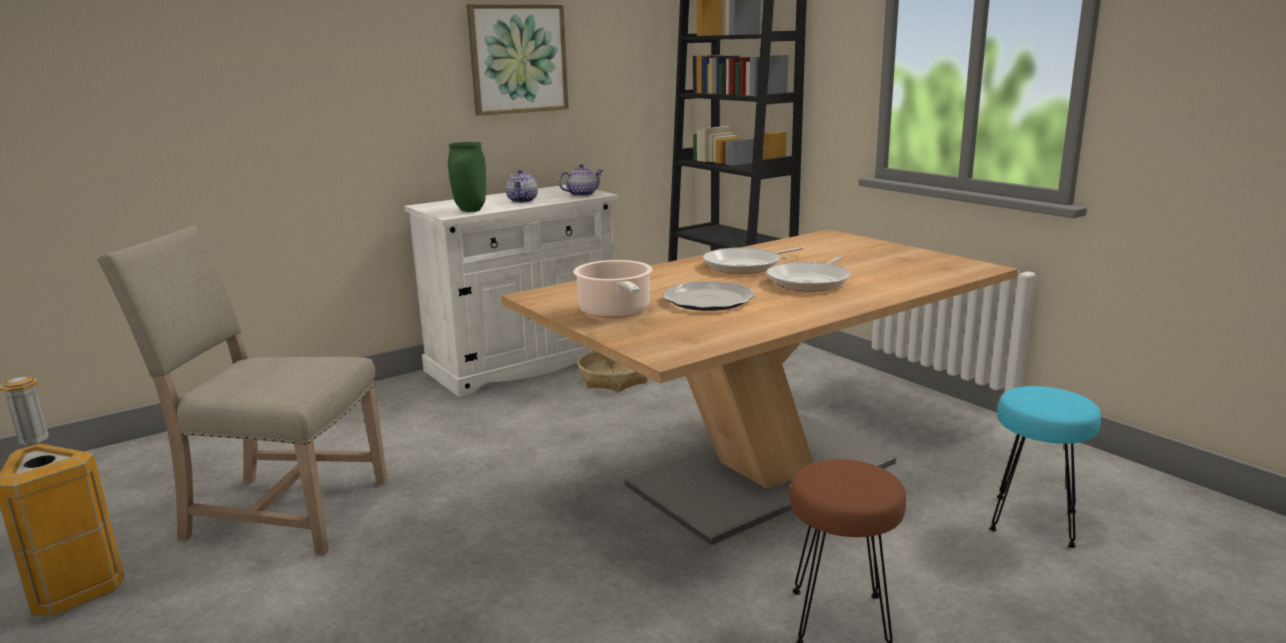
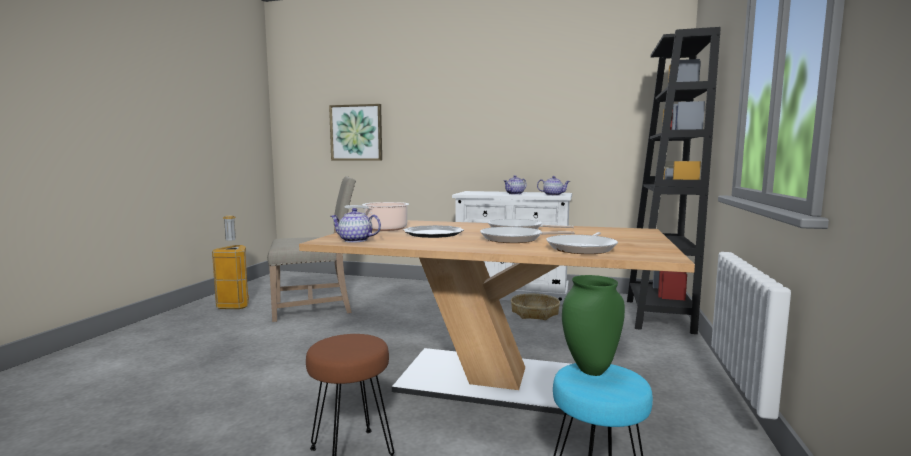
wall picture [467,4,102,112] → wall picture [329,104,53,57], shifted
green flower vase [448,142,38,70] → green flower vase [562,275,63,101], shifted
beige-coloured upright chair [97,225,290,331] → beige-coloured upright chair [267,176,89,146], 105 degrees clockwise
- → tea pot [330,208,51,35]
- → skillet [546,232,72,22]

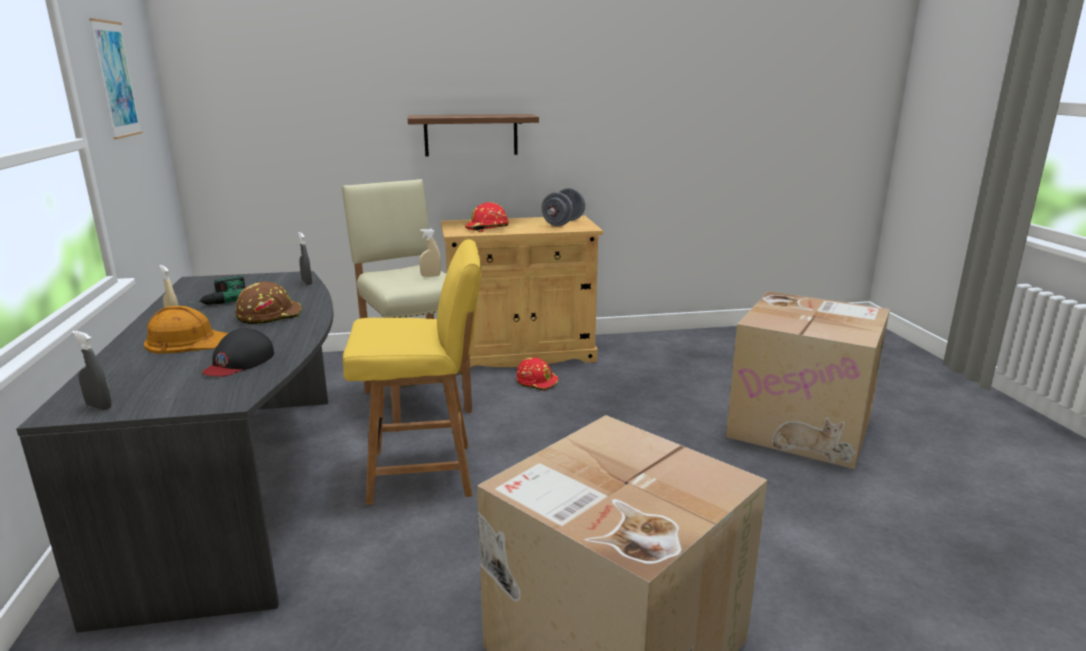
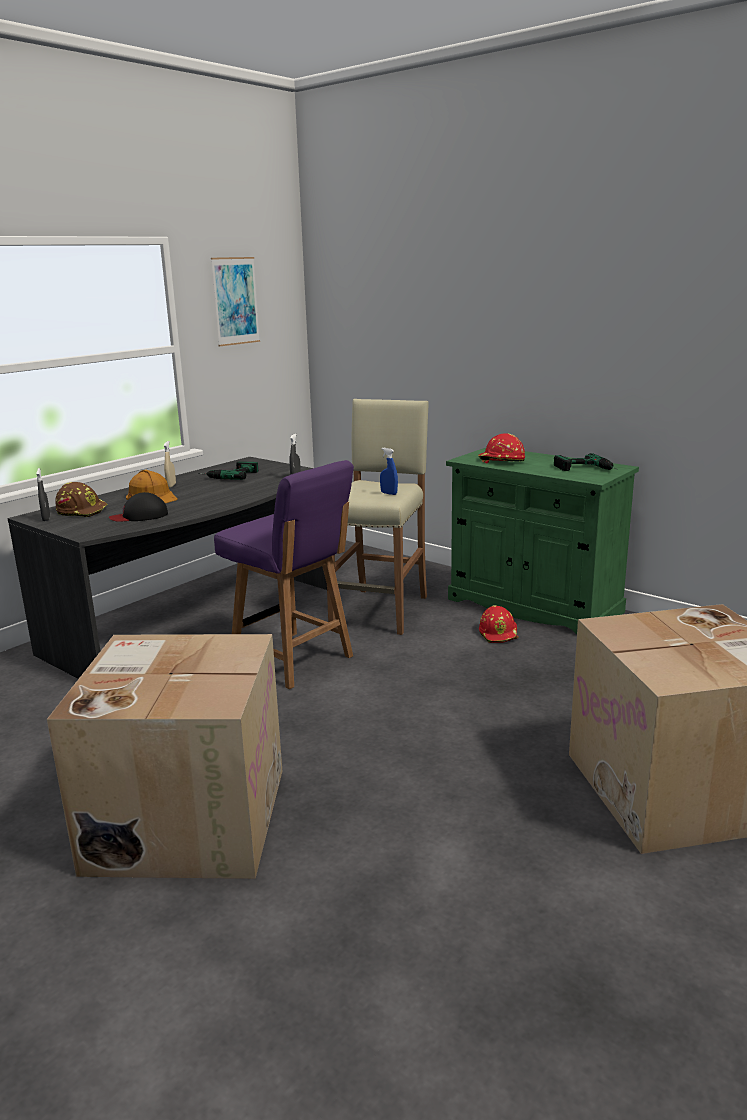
shelf [408,114,131,43] → -
gray free weight [541,188,44,38] → electric drill [554,453,63,18]
beige-coloured cabinet [441,216,162,151] → green cabinet [446,448,193,186]
beige-coloured hand sprayer [419,229,22,48] → blue-coloured hand sprayer [380,448,18,47]
yellow-coloured upright chair [343,239,138,266] → purple-coloured upright chair [214,460,140,229]
brown-coloured hard hat [235,282,67,42] → brown-coloured hard hat [55,482,52,35], shifted

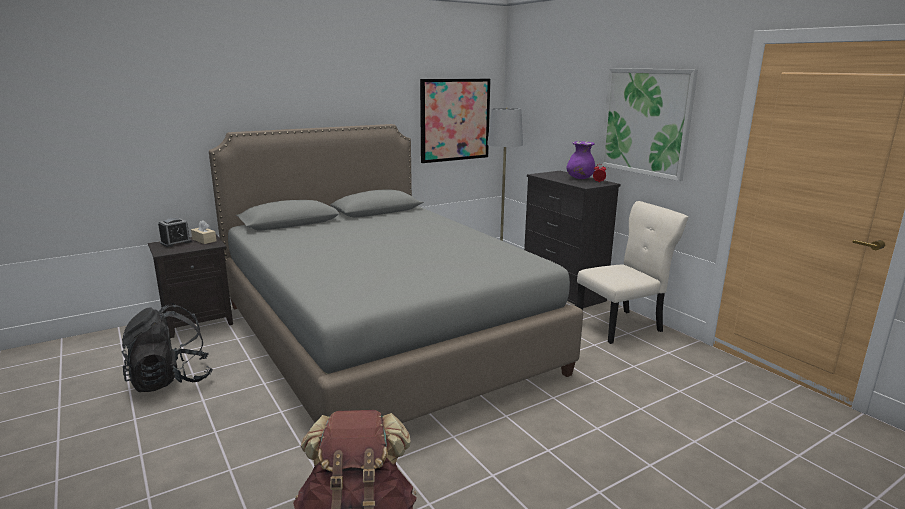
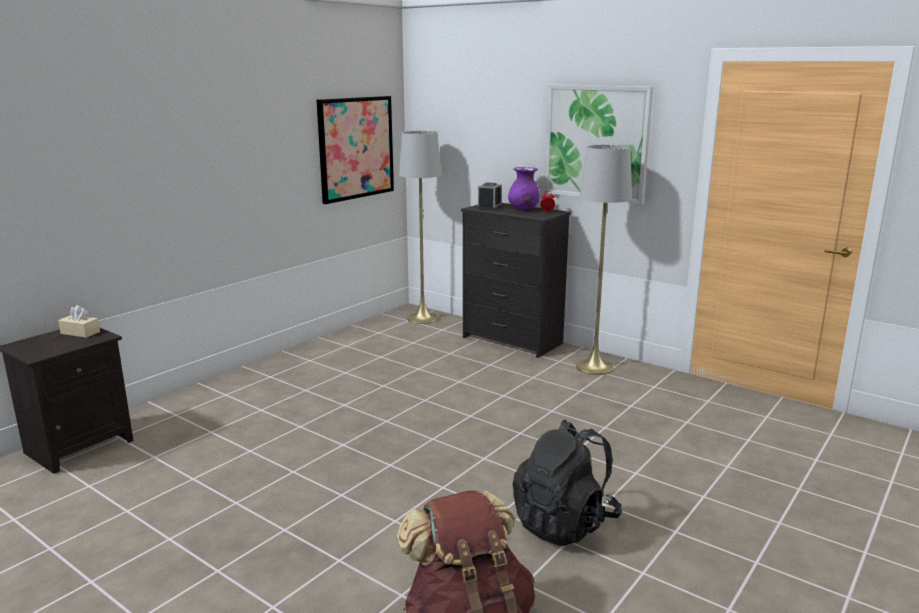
gray sleeping bed [209,124,374,299] → -
beige-coloured upright chair [577,201,111,143] → gray standing lamp [576,145,56,230]
table clock [158,218,34,29] → table clock [477,182,25,28], shifted
blackish backpack [122,303,91,89] → blackish backpack [513,419,109,127], shifted

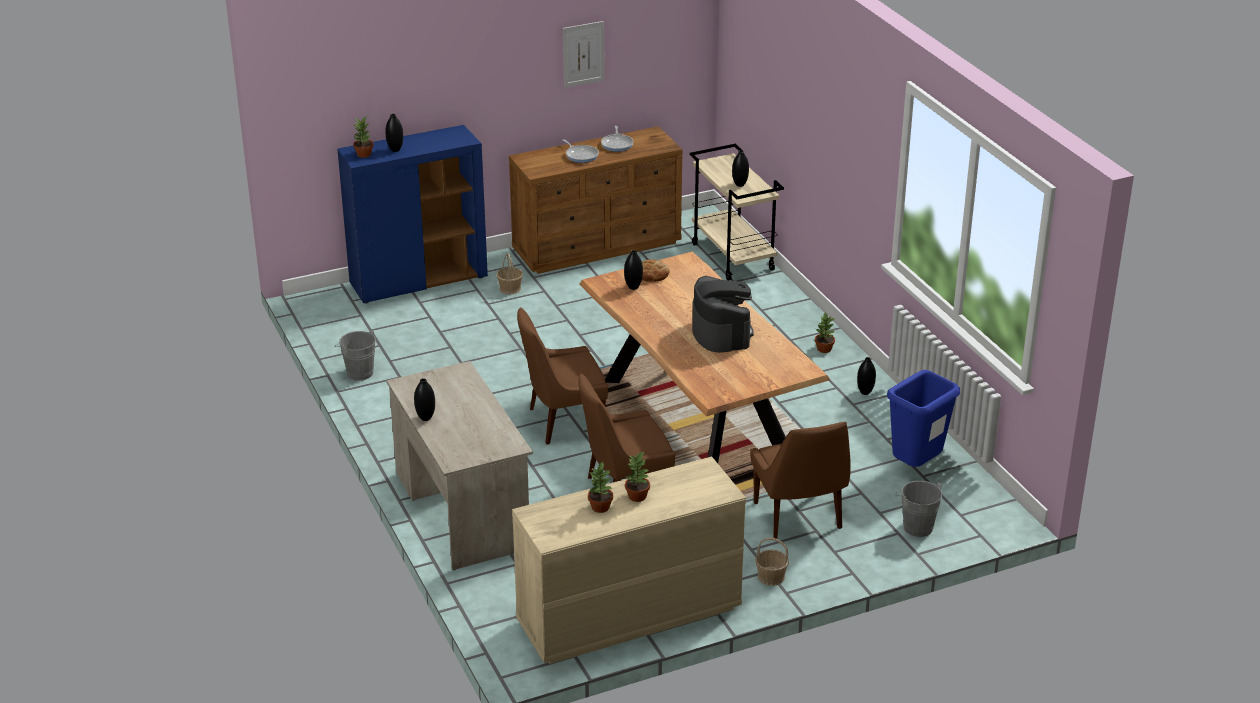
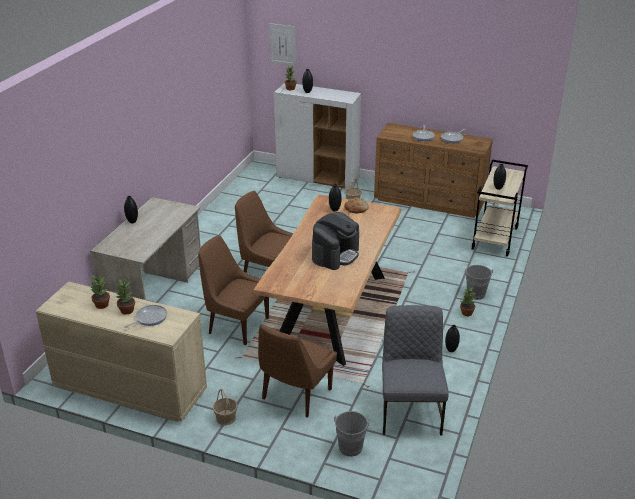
wall picture [563,21,41,67] → wall picture [269,23,27,43], shifted
blue-coloured cabinet [337,125,151,178] → white-coloured cabinet [274,83,87,106]
gray pail [337,329,39,52] → gray pail [465,265,28,35], shifted
blue-coloured rubbish bin [887,370,73,97] → gray upright chair [382,305,67,130]
- → skillet [124,305,43,23]

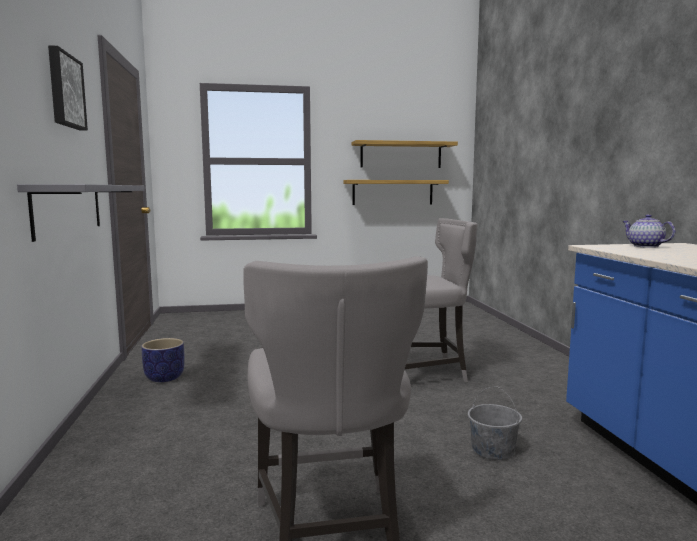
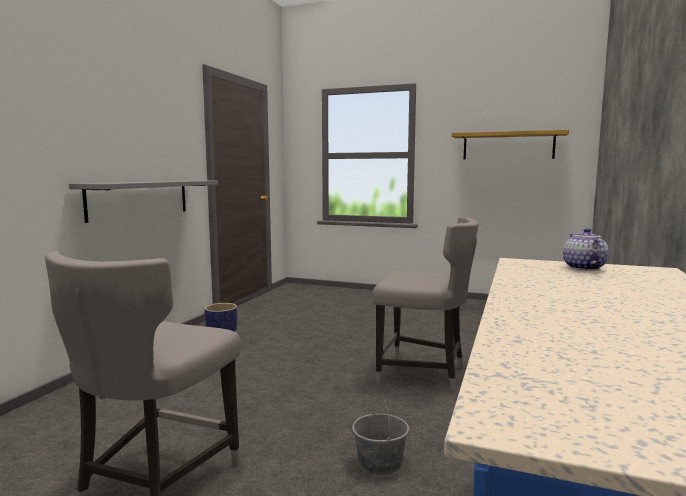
wall picture [48,45,40,86] → -
shelf [343,180,106,25] → -

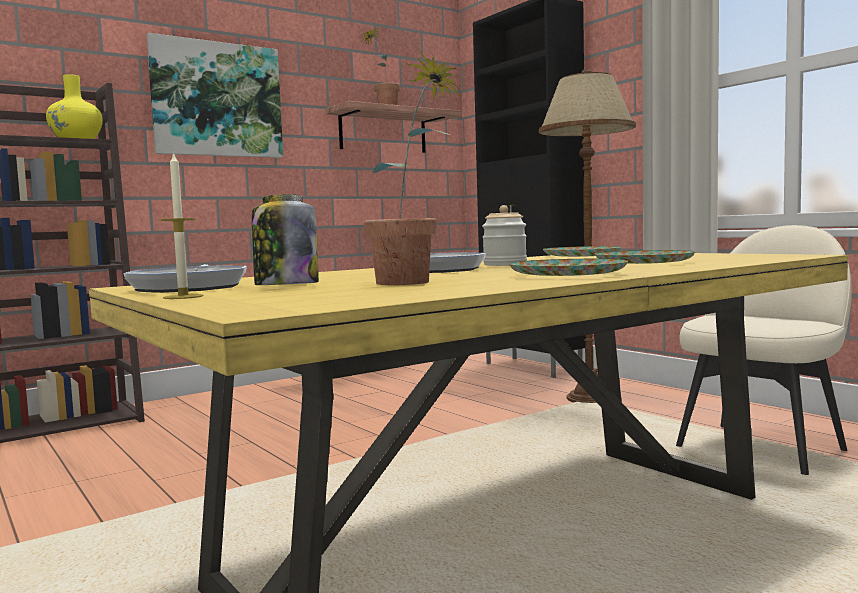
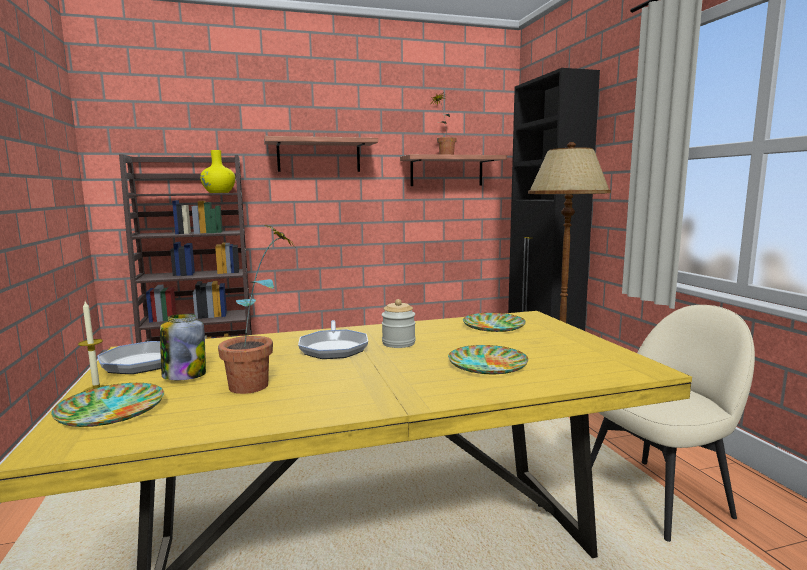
wall picture [147,33,136,125] → shelf [264,136,114,36]
dinner plate [509,259,119,17] → dinner plate [51,383,113,44], shifted

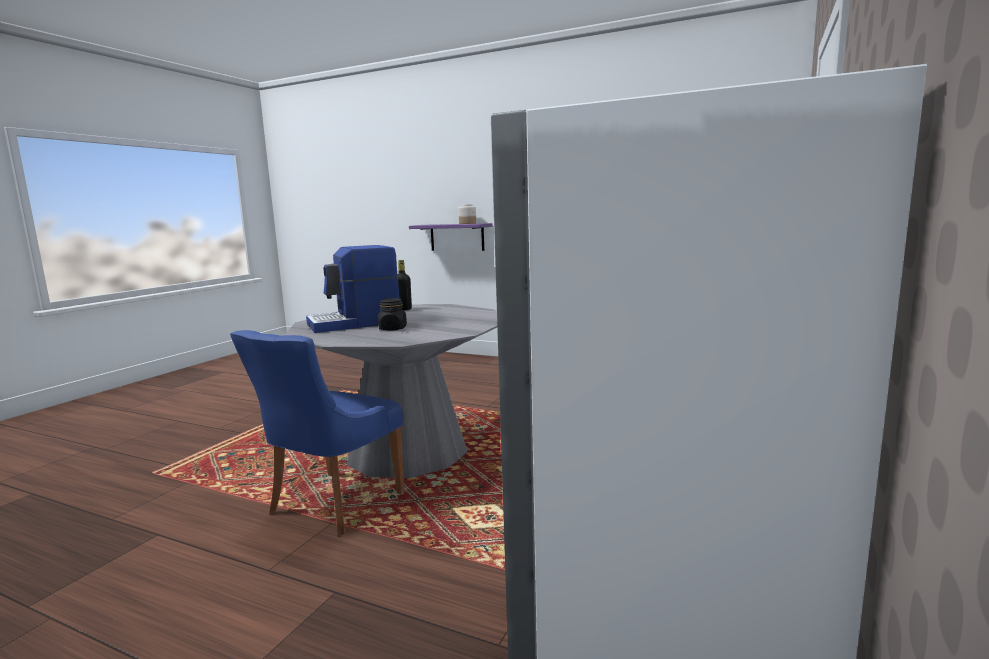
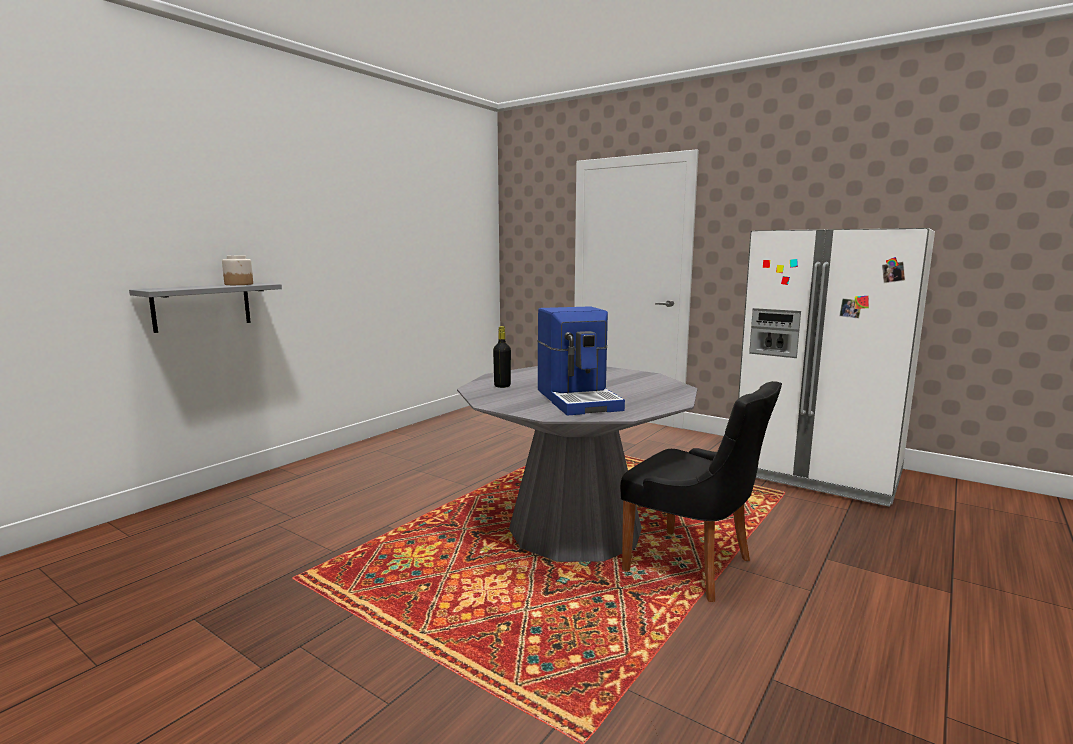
purple-coloured shelf [409,223,84,28] → gray shelf [129,283,153,50]
blackish jar [378,298,29,33] → -
blue-coloured upright chair [230,330,175,206] → blackish upright chair [620,381,162,221]

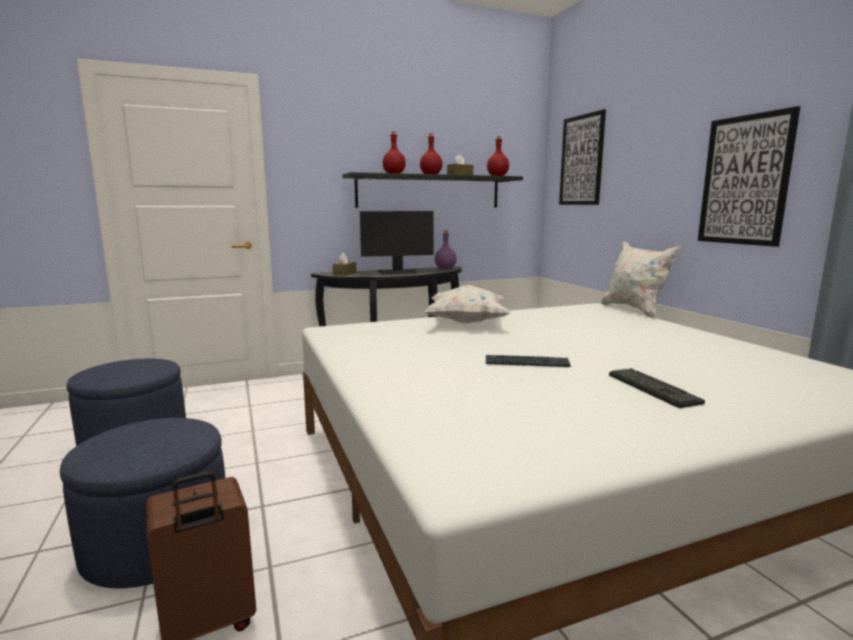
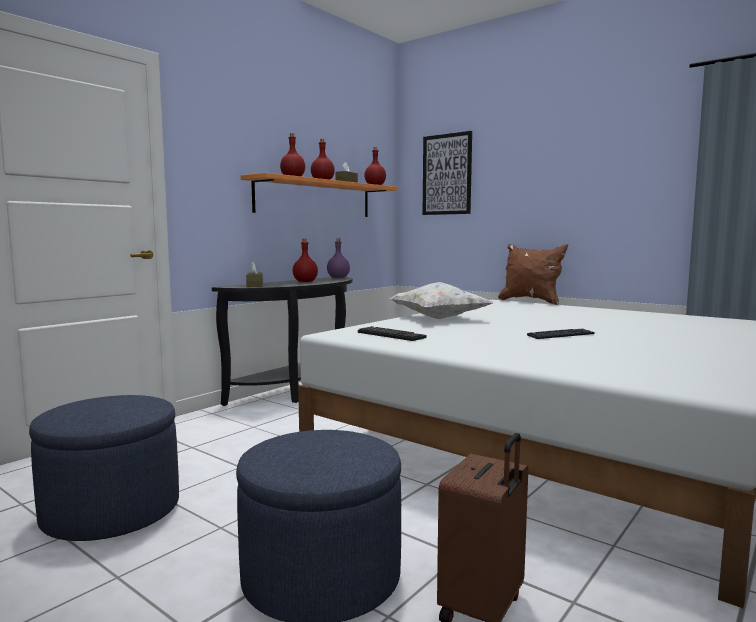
wall picture [698,106,102,141] → -
blackish shelf [342,172,181,36] → orange-coloured shelf [241,173,156,44]
computer display [360,211,74,64] → reddish drink bottle [293,239,25,43]
white-coloured pillow [601,242,80,77] → brown-coloured pillow [498,244,70,61]
computer keyboard [609,368,96,40] → computer keyboard [358,326,68,15], shifted

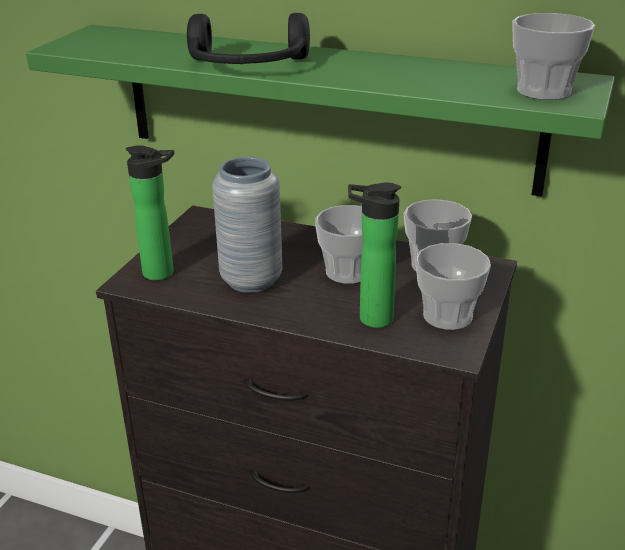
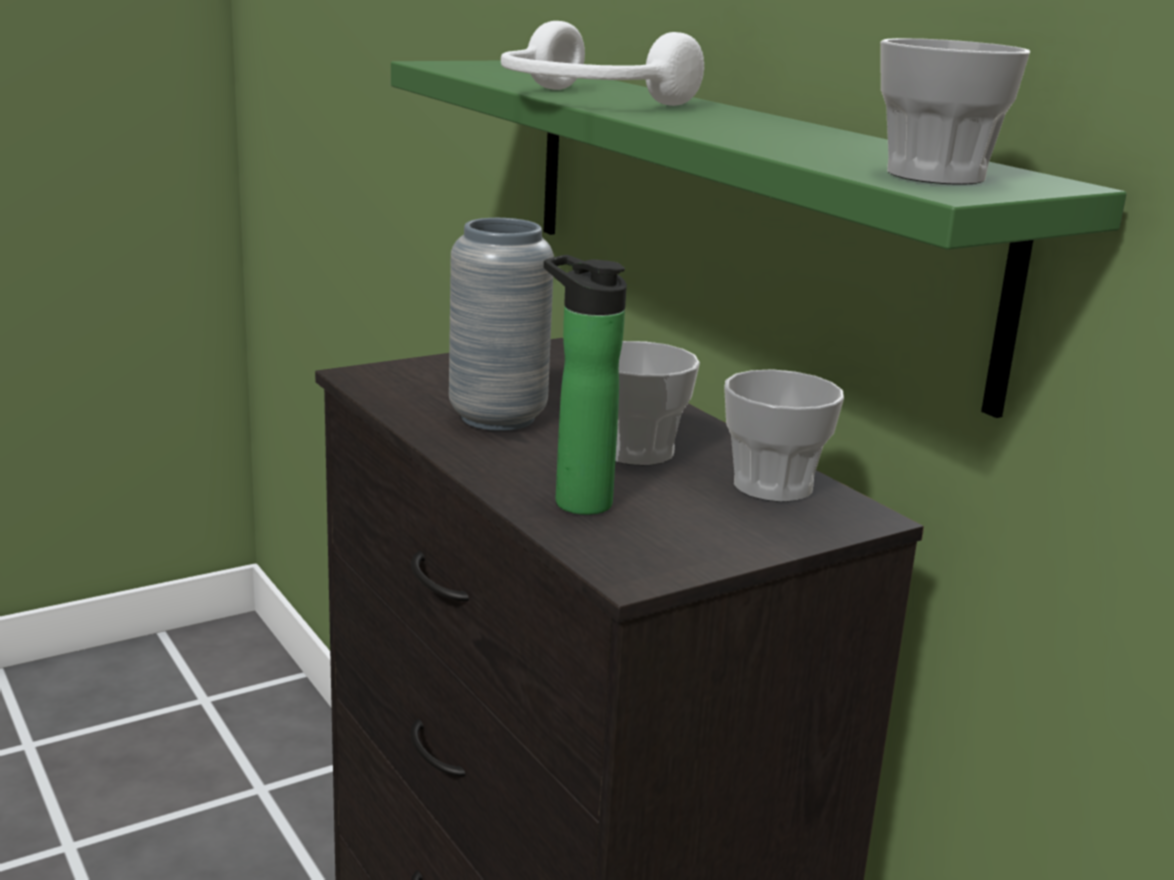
blackish pair of headphones [187,13,123,51] → white-coloured pair of headphones [501,21,203,85]
drink bottle [126,145,48,135] → -
small cup [415,243,76,87] → -

